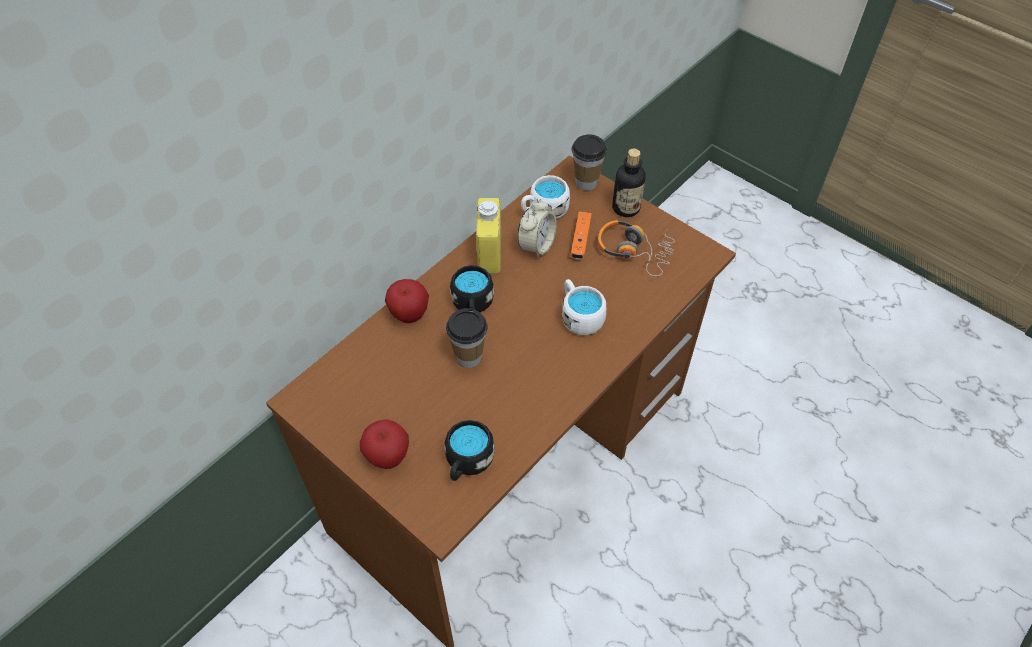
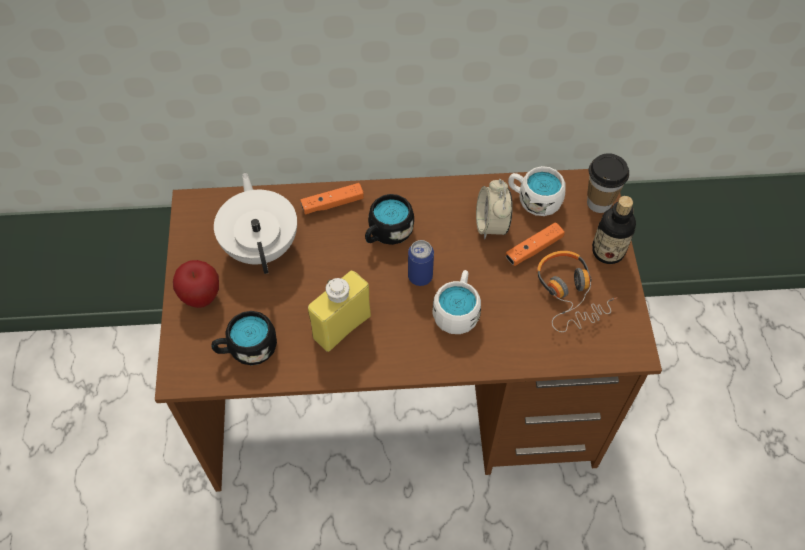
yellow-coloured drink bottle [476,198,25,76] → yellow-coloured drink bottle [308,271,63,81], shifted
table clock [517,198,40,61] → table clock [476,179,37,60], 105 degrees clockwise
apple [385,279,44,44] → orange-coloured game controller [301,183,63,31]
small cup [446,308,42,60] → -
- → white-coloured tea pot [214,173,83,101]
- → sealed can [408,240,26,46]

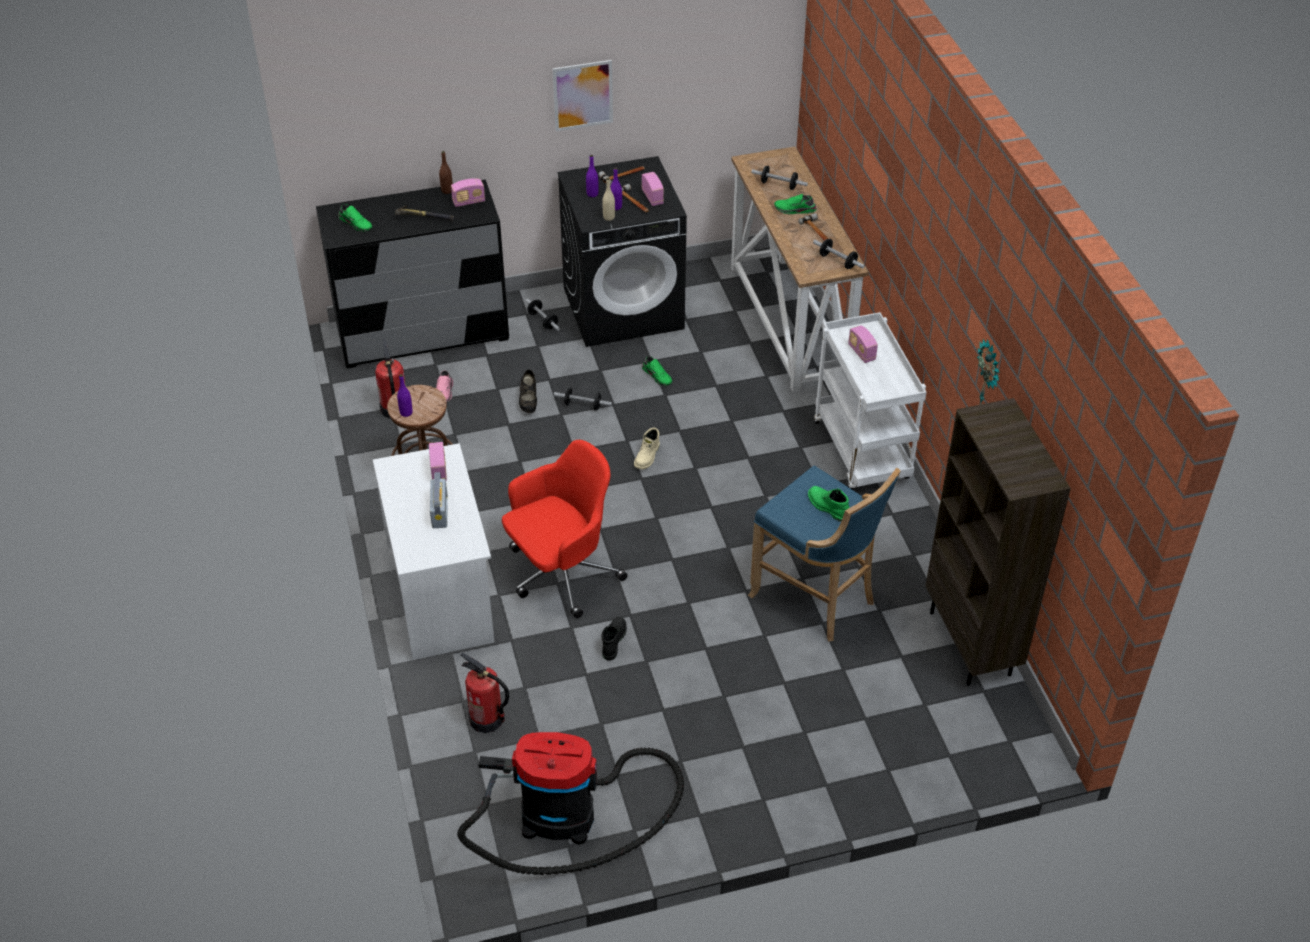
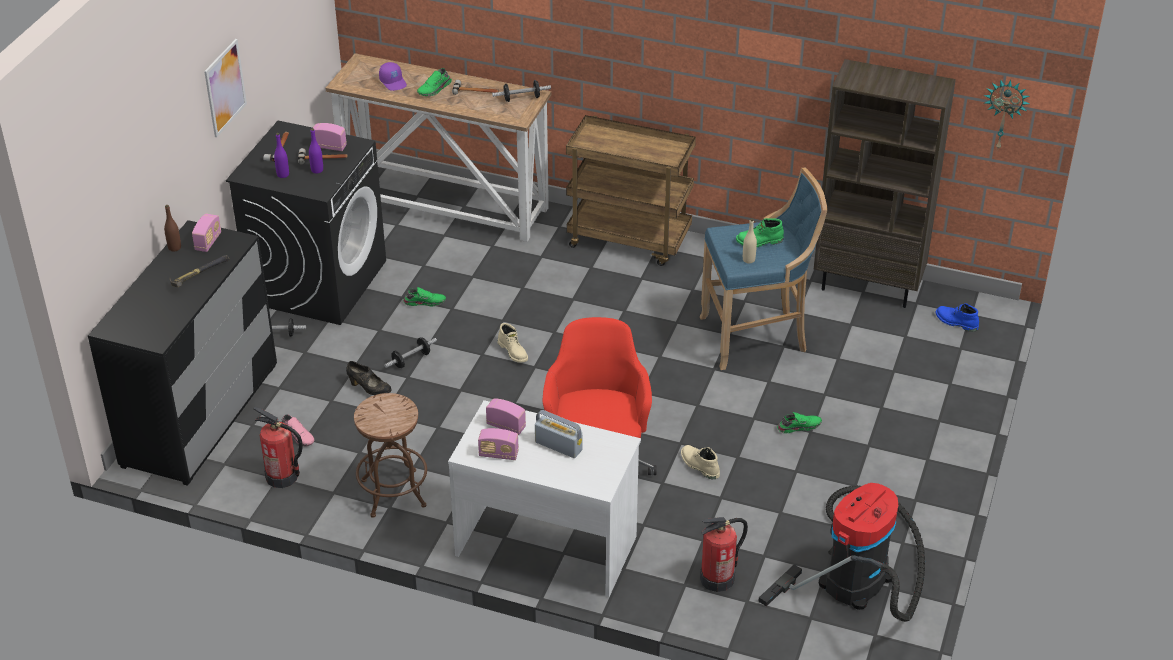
free weight [751,166,57,24] → purple-coloured cap [379,62,28,29]
beige-coloured drink bottle [603,178,12,43] → beige-coloured drink bottle [743,218,14,45], shifted
green shoe [338,204,34,28] → green shoe [777,412,45,22], shifted
white-coloured wheeled cart [814,312,113,178] → brown-coloured wheeled cart [566,115,130,151]
radio receiver [848,325,30,38] → radio receiver [478,428,41,32], shifted
clock on the wall [977,339,23,66] → clock on the wall [983,79,47,70], shifted
purple-coloured drink bottle [397,374,16,43] → -
blackish tall boot [601,617,26,44] → beige-coloured tall boot [681,445,39,34]
- → blue-coloured tall boot [935,303,44,29]

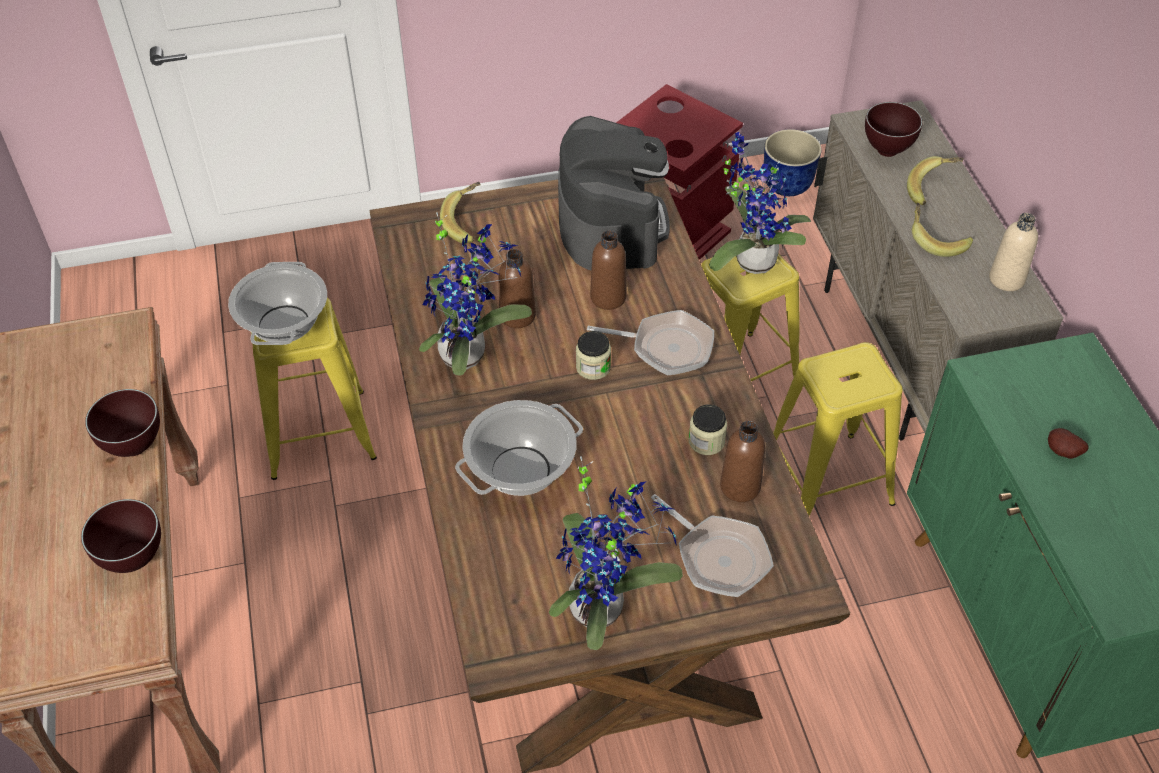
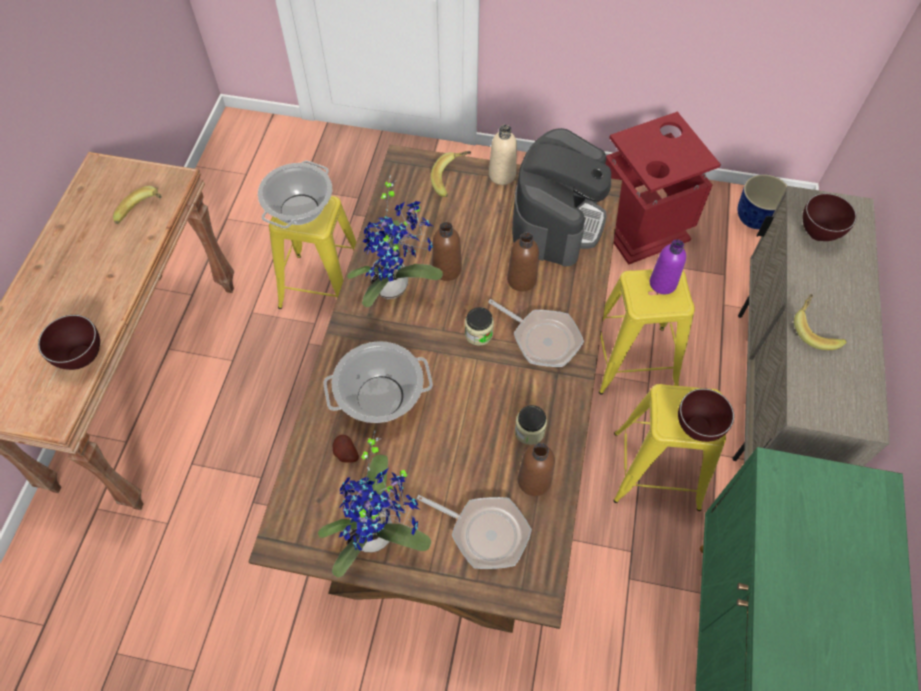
potted plant [709,132,102,142] → purple-coloured drink bottle [650,239,36,55]
banana fruit [907,156,57,49] → banana fruit [113,186,49,38], shifted
beige-coloured drink bottle [989,213,49,78] → beige-coloured drink bottle [489,125,28,60], shifted
brown-coloured bowl [85,389,75,68] → brown-coloured bowl [678,388,56,54], shifted
whole potato [1048,428,41,31] → whole potato [333,435,26,28], shifted
skillet [651,494,123,103] → skillet [416,495,116,74], 45 degrees counterclockwise

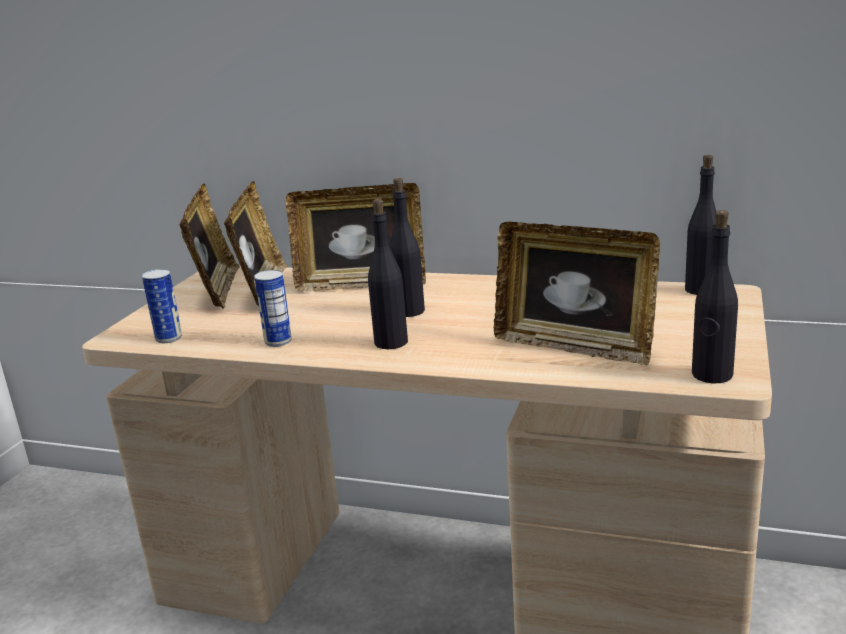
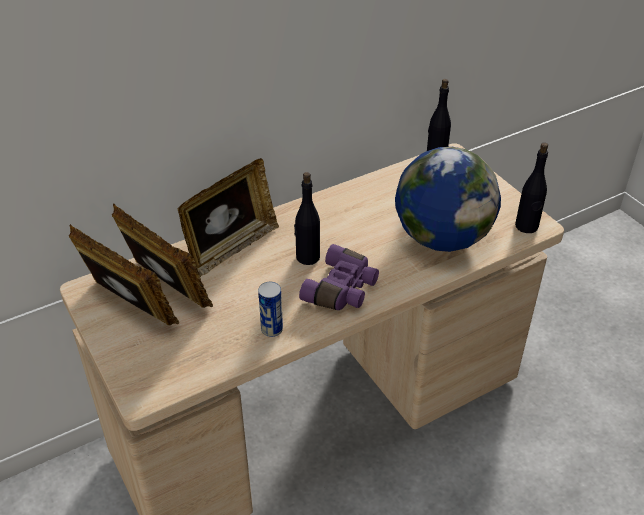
blackish drink bottle [368,199,40,150] → purple-coloured binoculars [299,244,80,66]
photo frame [494,222,166,143] → globe [395,147,106,105]
sealed can [142,269,40,74] → -

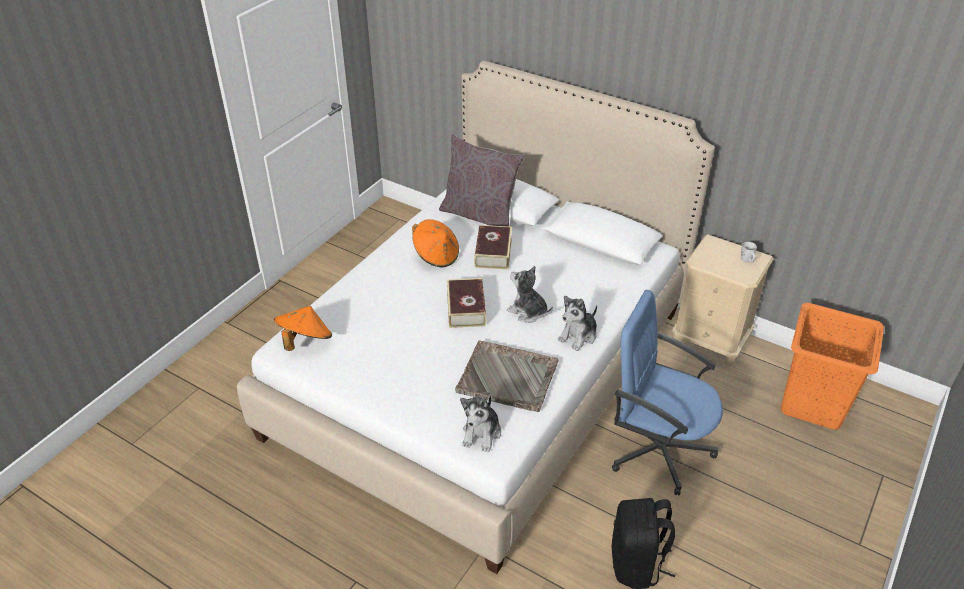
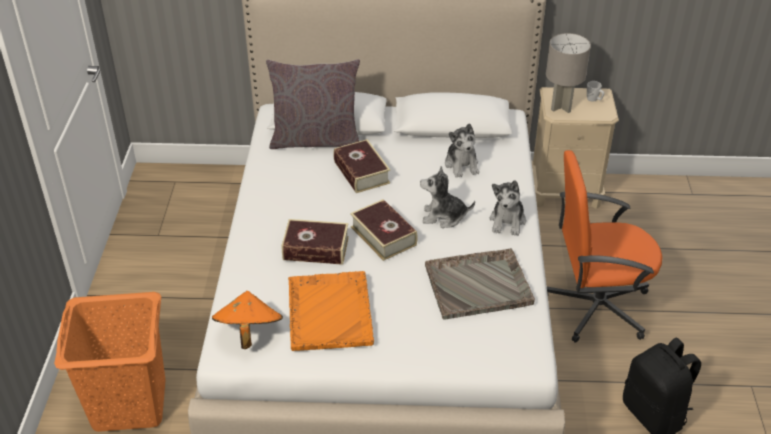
orange-coloured wearable hat [412,219,47,48] → -
blue-coloured desk chair [612,290,111,205] → orange-coloured desk chair [547,150,115,193]
orange-coloured washing basket [781,303,103,127] → orange-coloured washing basket [54,292,112,140], shifted
plush toy [460,394,41,58] → plush toy [445,123,34,55], shifted
- → gray table lamp [546,33,45,80]
- → book [281,219,68,46]
- → orange-coloured serving tray [288,271,86,80]

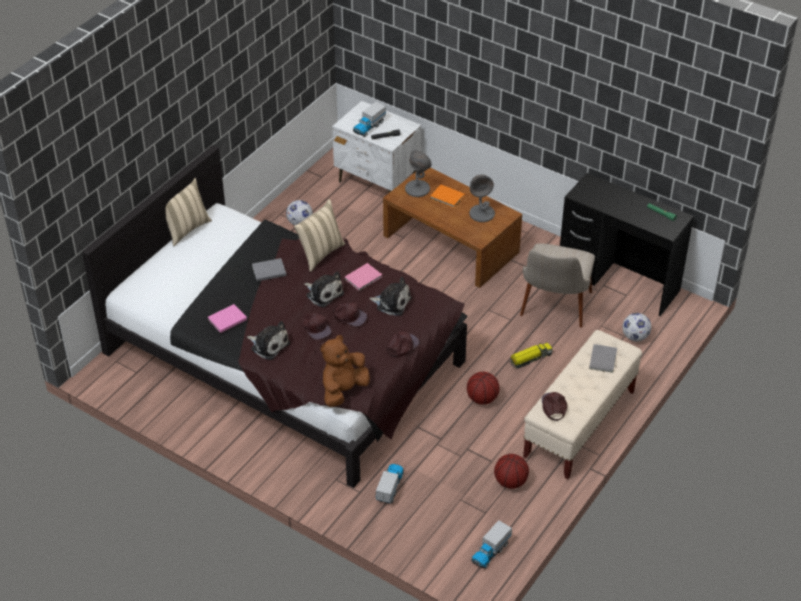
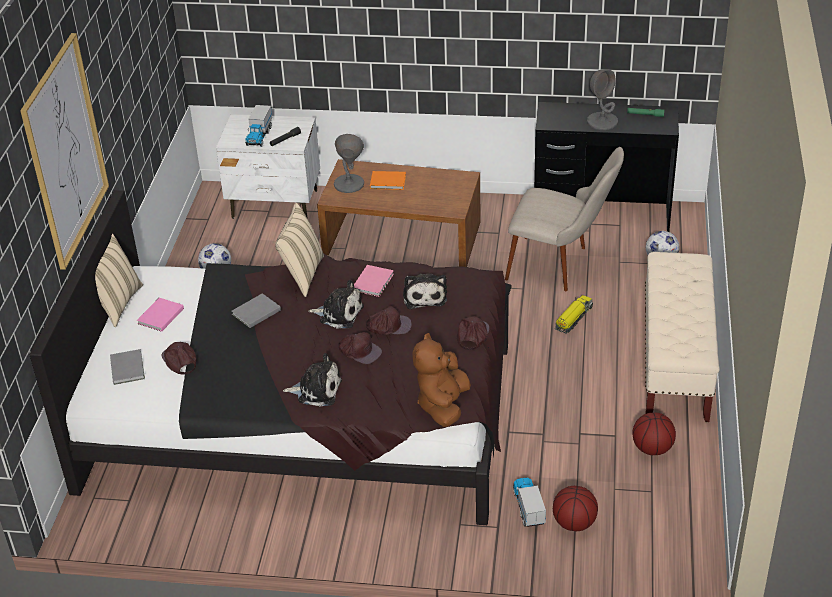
gray table lamp [469,174,26,48] → gray table lamp [587,69,31,61], shifted
beige-coloured upright chair [520,243,75,85] → beige-coloured upright chair [505,147,119,144], 60 degrees counterclockwise
plush toy [369,277,42,39] → plush toy [403,273,44,36], 90 degrees clockwise
pink book [208,304,39,29] → pink book [137,298,47,34], shifted
gray book [589,344,28,29] → gray book [110,349,35,36], shifted
basketball ball [467,372,32,33] → basketball ball [553,486,45,45], shifted
brown-coloured cap [542,392,25,29] → brown-coloured cap [161,342,36,32], shifted
toy lorry [471,520,41,49] → -
- → wall picture [20,33,89,237]

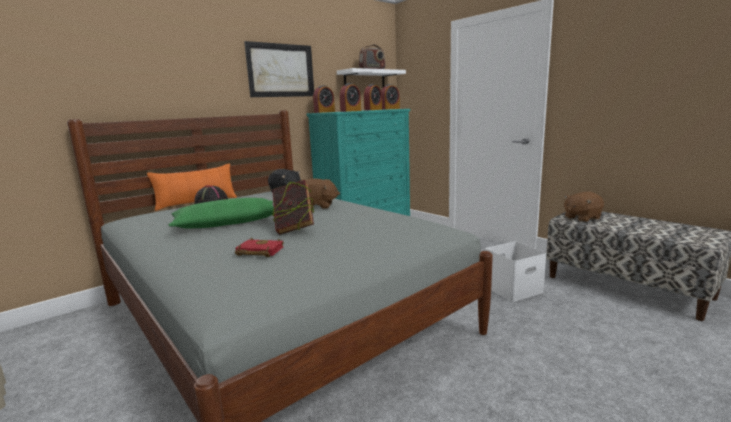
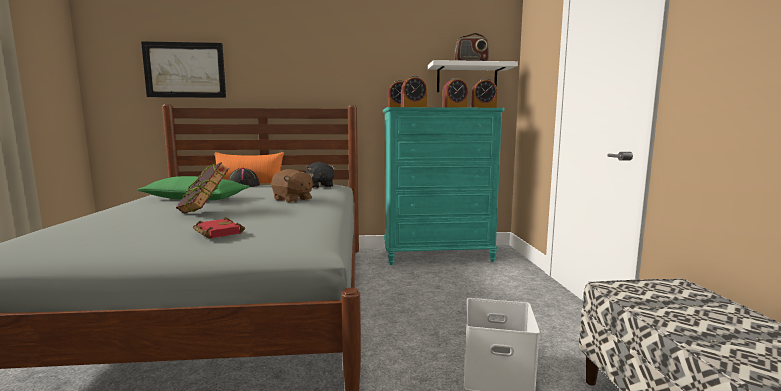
wall picture [244,41,70,56] → wall picture [141,41,85,57], shifted
brown-coloured plush toy [564,192,40,30] → -
reddish book [235,238,49,19] → reddish book [193,217,52,22], shifted

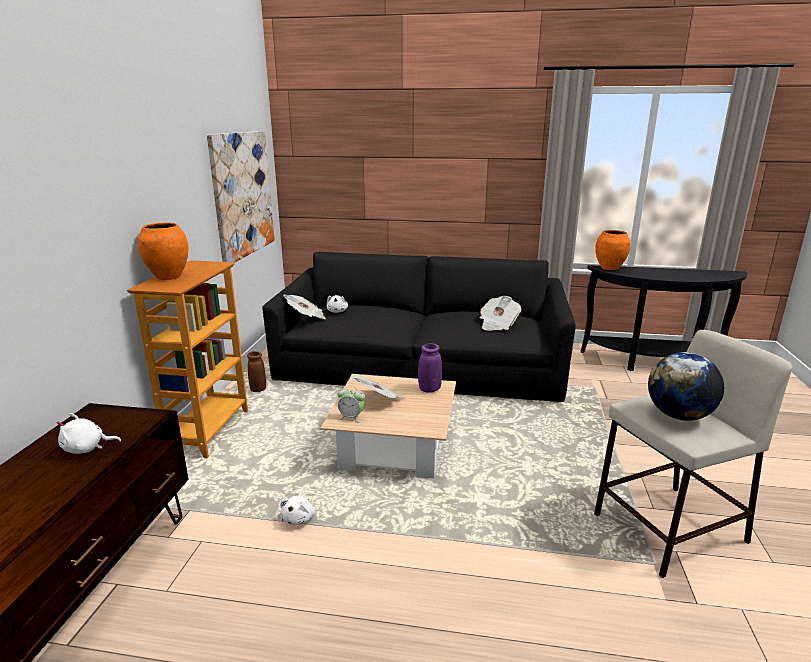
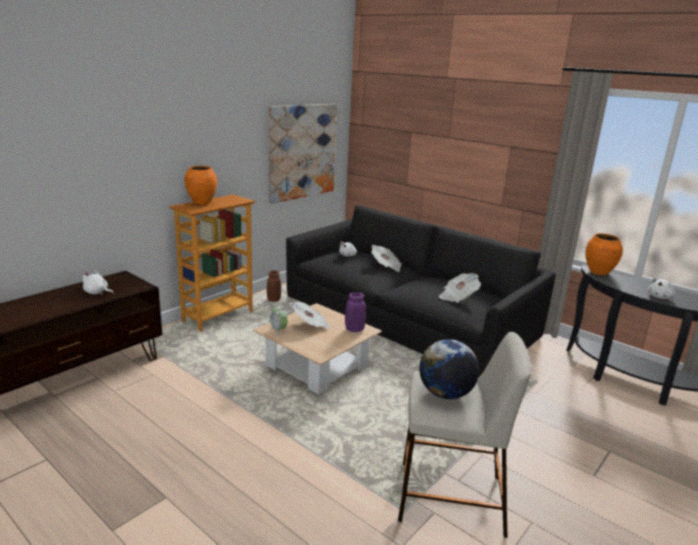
daily paper [283,295,43,24] → daily paper [371,245,31,27], shifted
white-coloured plush toy [280,496,35,29] → white-coloured plush toy [648,277,27,22], shifted

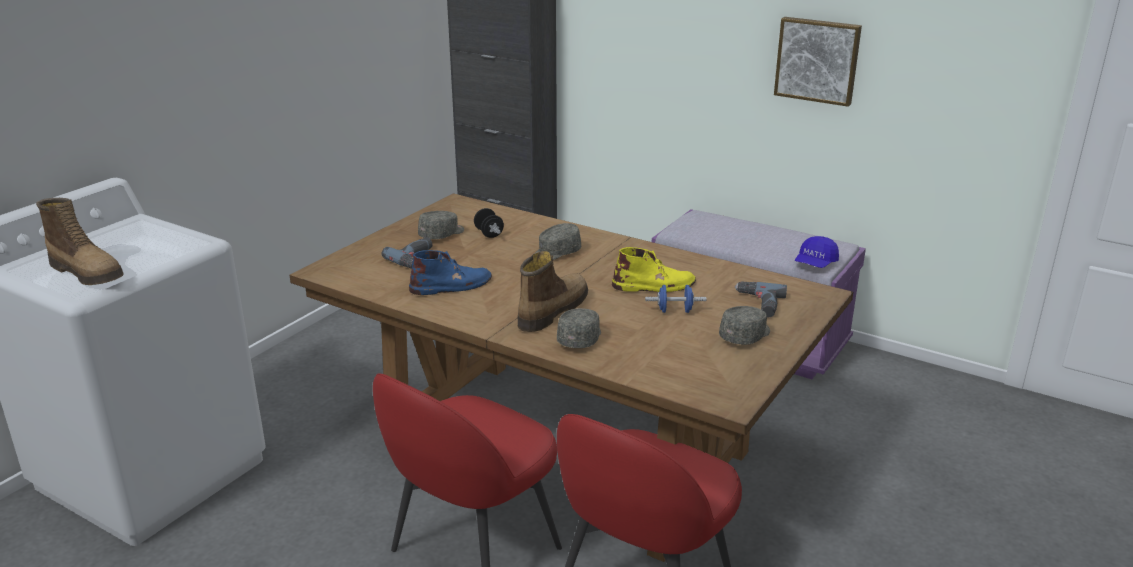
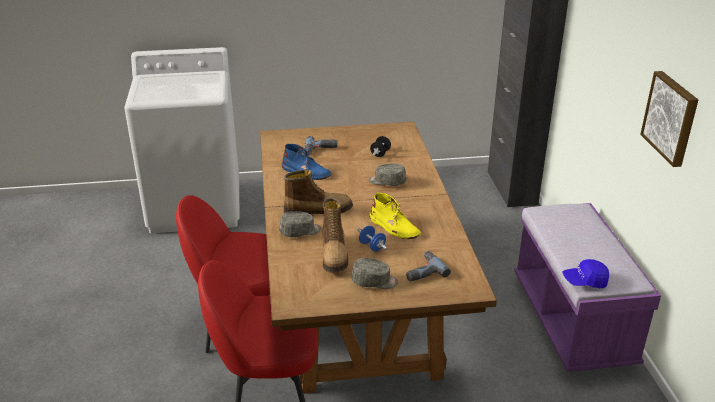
tall boot [36,198,87,87] → tall boot [323,198,25,75], shifted
gray cap [418,211,46,28] → -

